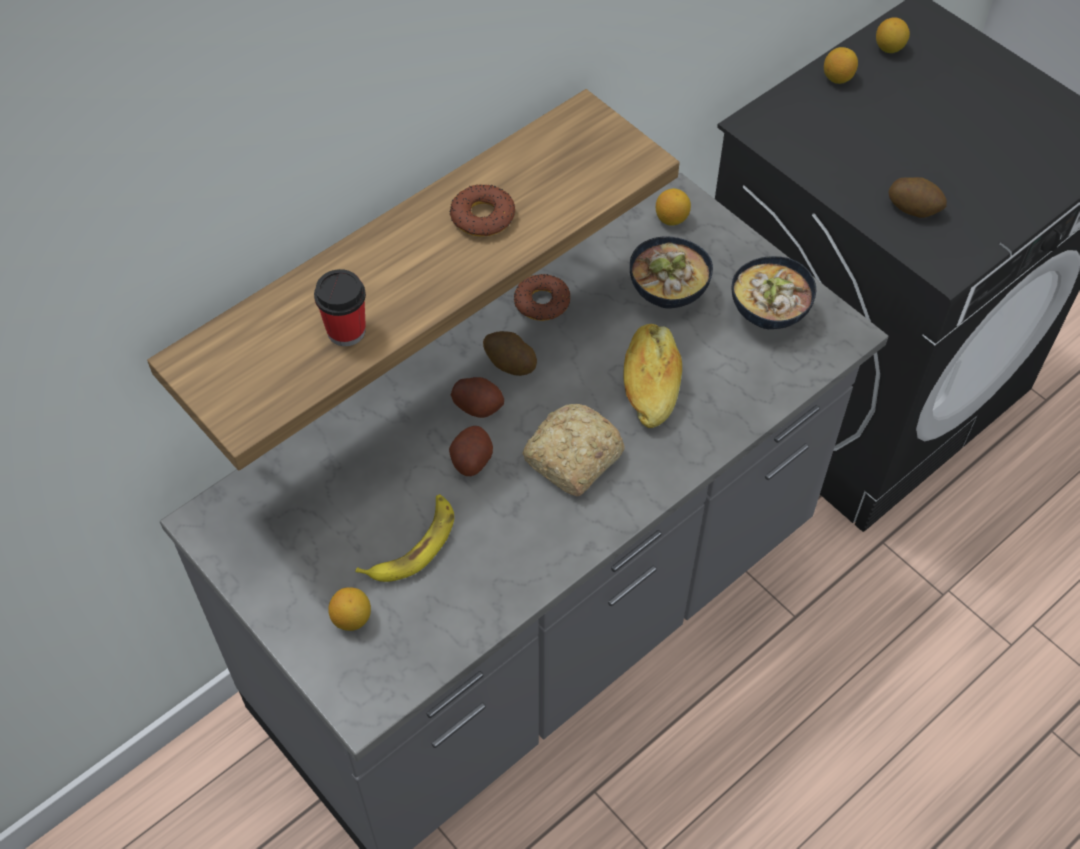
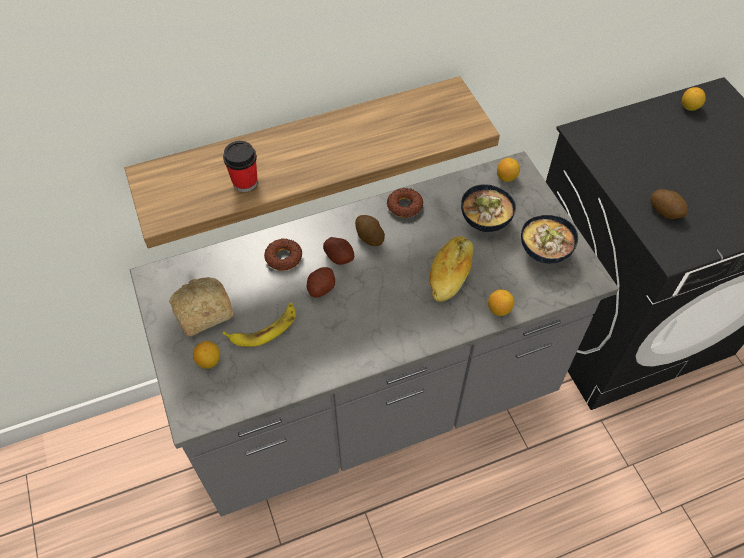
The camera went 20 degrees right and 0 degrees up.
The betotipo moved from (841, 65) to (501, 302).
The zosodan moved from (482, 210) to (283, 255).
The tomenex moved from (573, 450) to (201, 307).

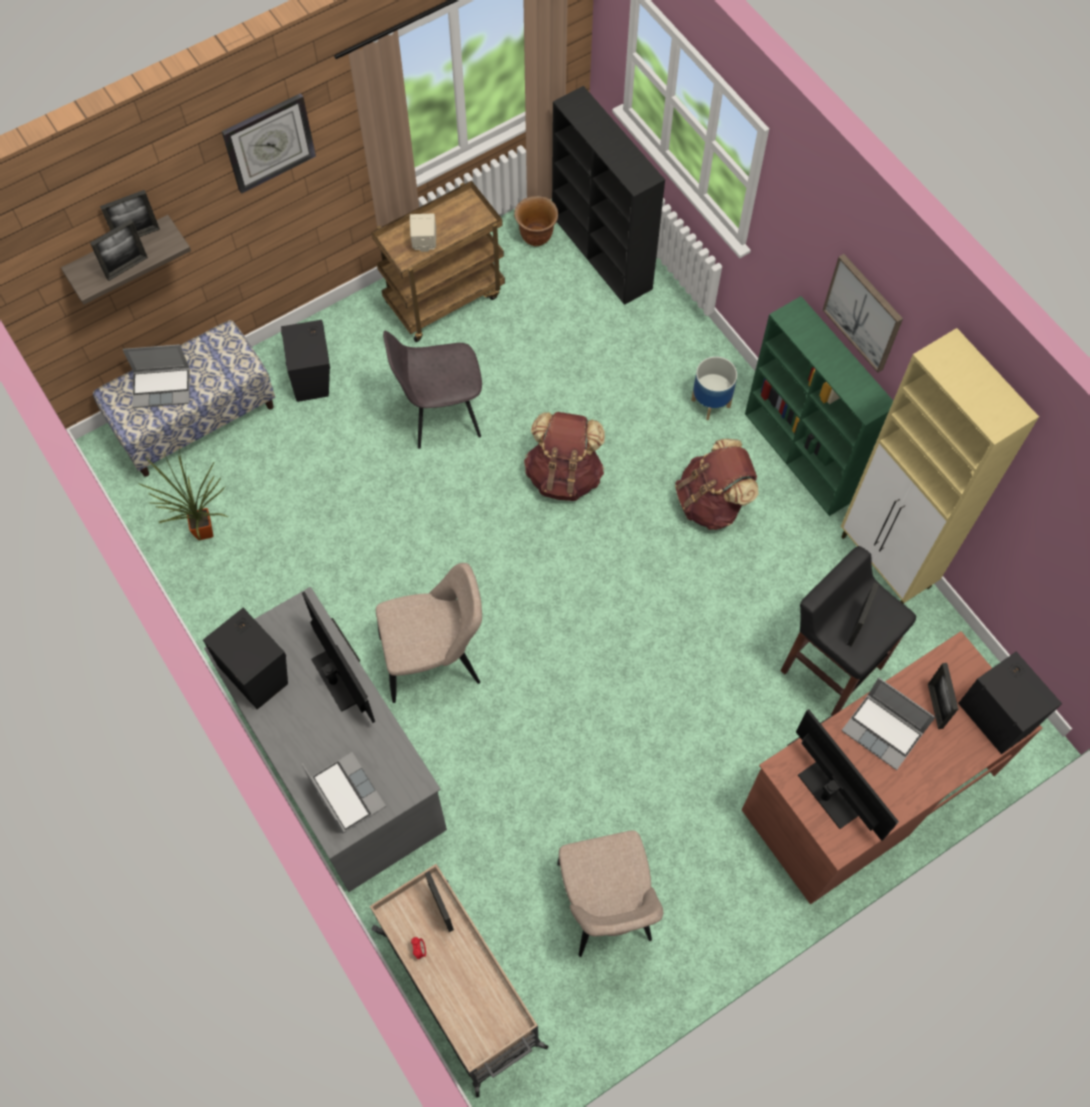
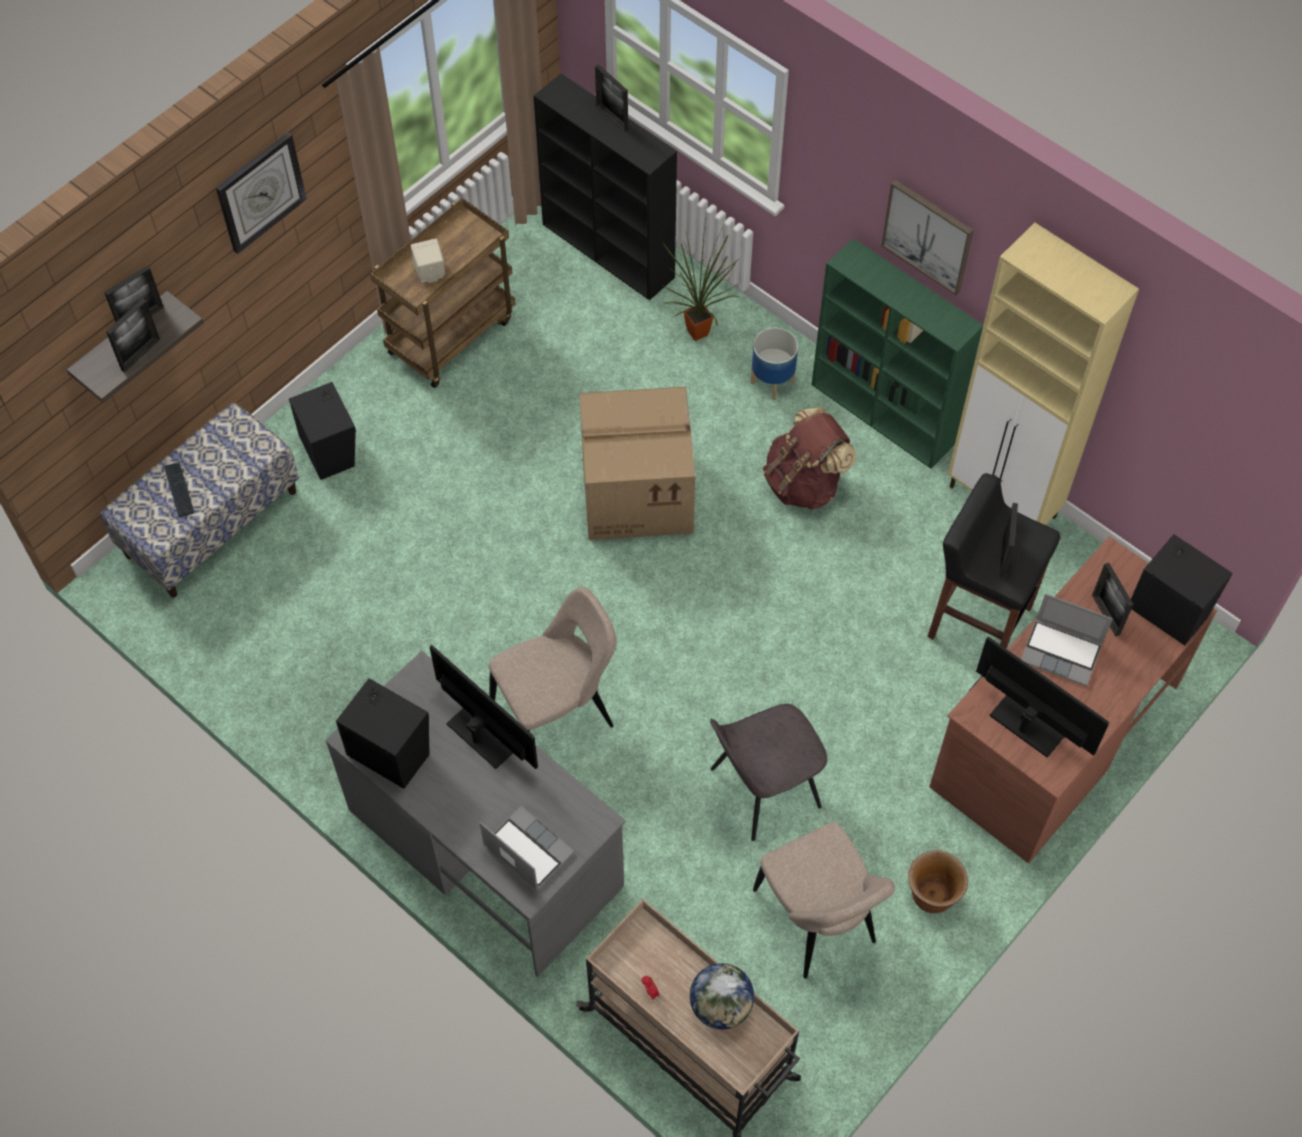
The camera went 15 degrees left and 5 degrees down.
The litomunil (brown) moved from (536, 221) to (938, 881).
The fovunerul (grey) moved from (432, 389) to (768, 772).
The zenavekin at (156, 376) was replaced by the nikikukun at (179, 489).
The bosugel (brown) at (564, 456) was replaced by the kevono at (637, 463).
The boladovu moved from (183, 493) to (701, 278).
The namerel moved from (439, 901) to (611, 98).
The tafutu at (722, 996) appeared.

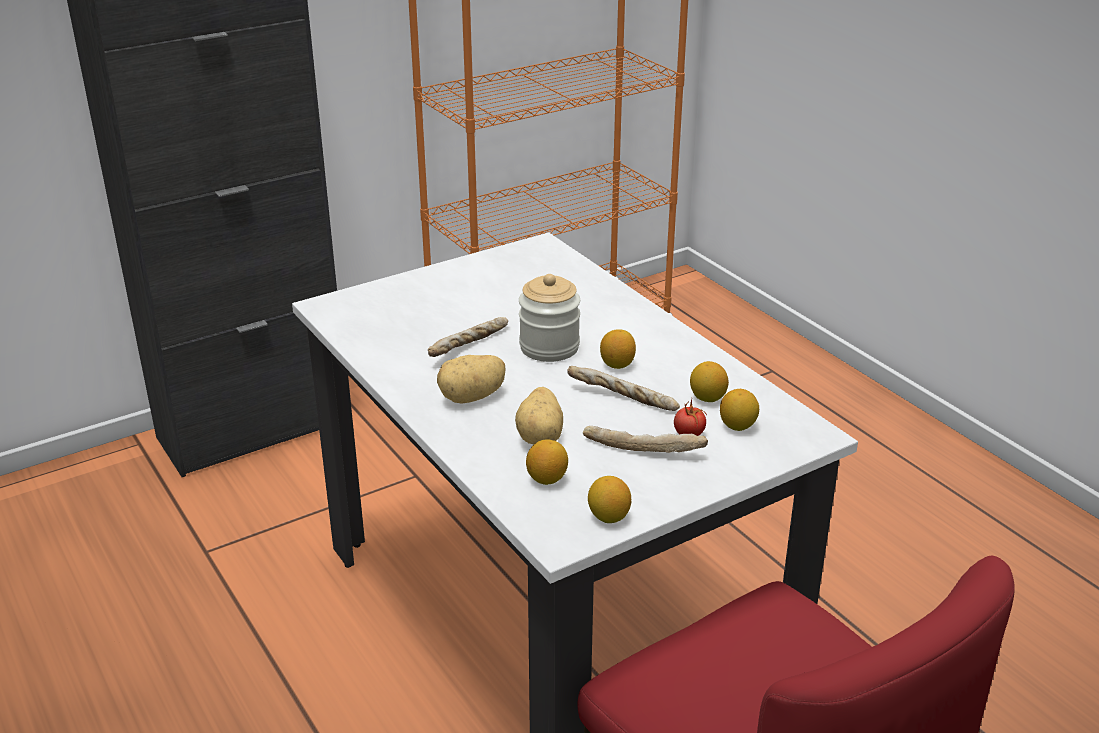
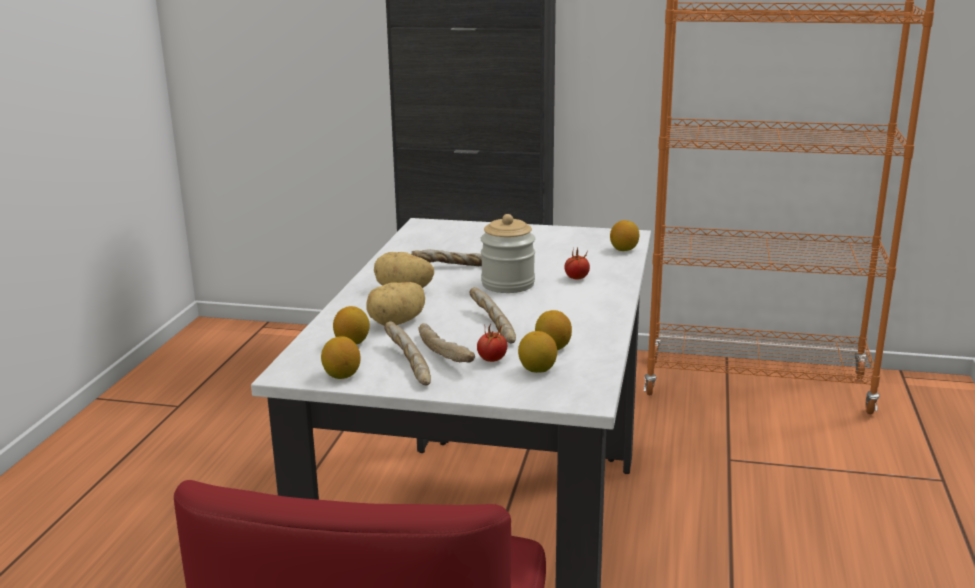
The camera went 45 degrees right and 10 degrees down.
The betotipo moved from (618, 349) to (625, 235).
The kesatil at (577, 263) appeared.
The tomenex at (407, 353) appeared.

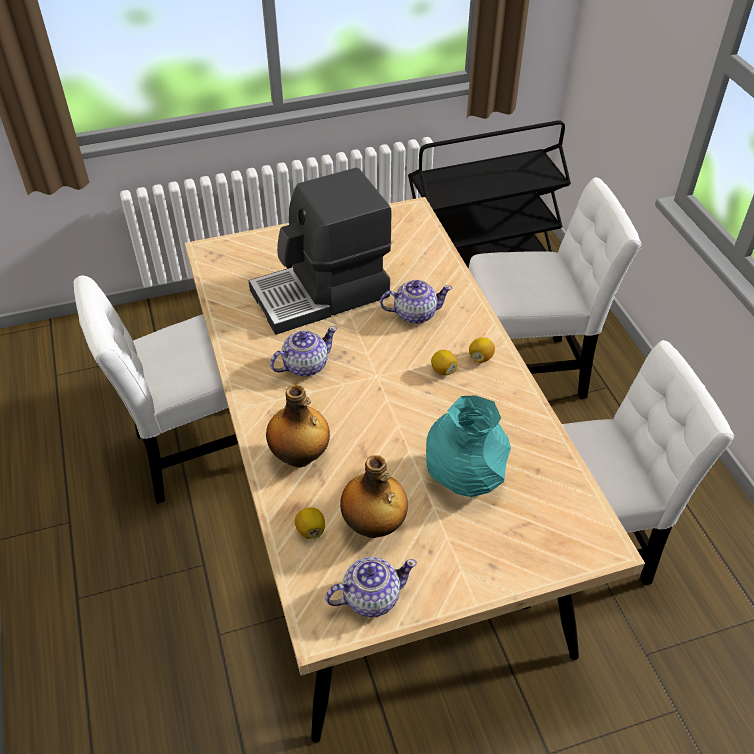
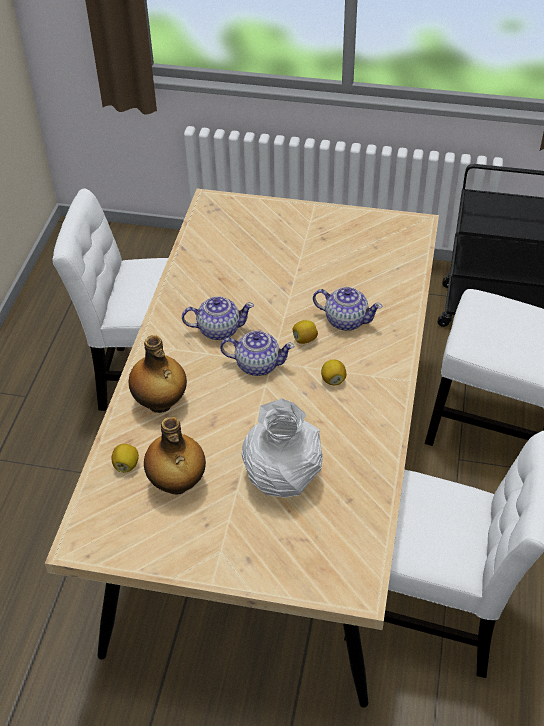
The camera went 30 degrees right and 0 degrees up.
The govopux at (320, 251) disappeared.
The betotipo moved from (482, 350) to (305, 332).
The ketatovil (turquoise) at (468, 446) became the ketatovil (white) at (282, 448).
The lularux moved from (371, 587) to (257, 353).

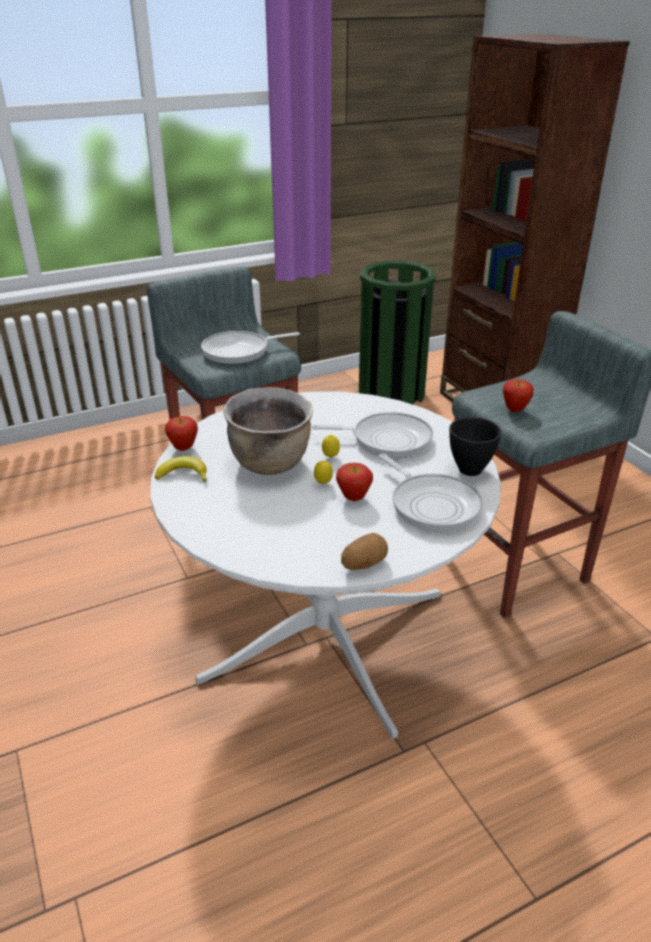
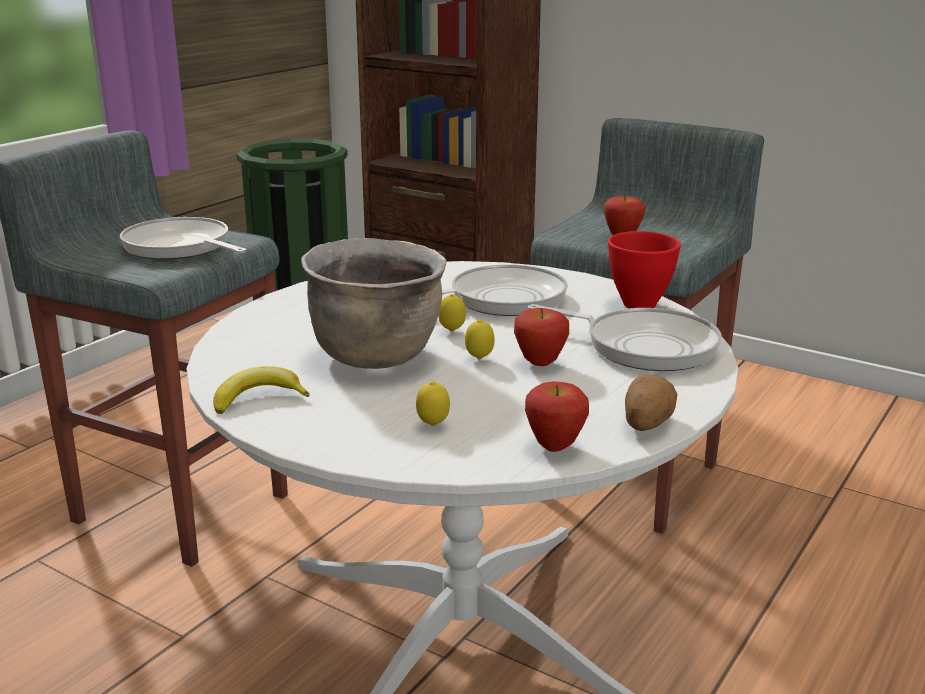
The camera went 30 degrees left and 10 degrees down.
The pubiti at (250, 347) turned 90 degrees clockwise.
The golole moved from (181, 433) to (557, 416).
The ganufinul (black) at (475, 446) became the ganufinul (red) at (644, 269).
The betotipo at (433, 403) appeared.

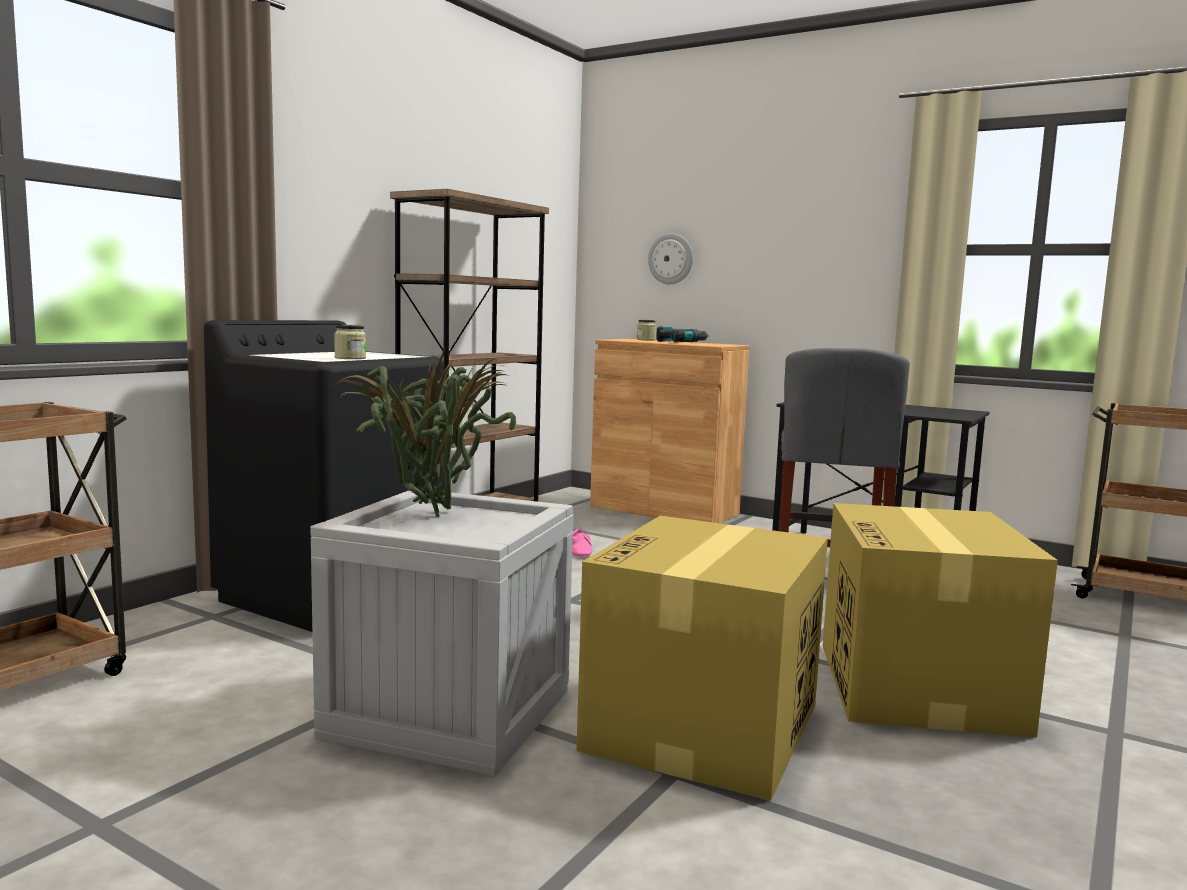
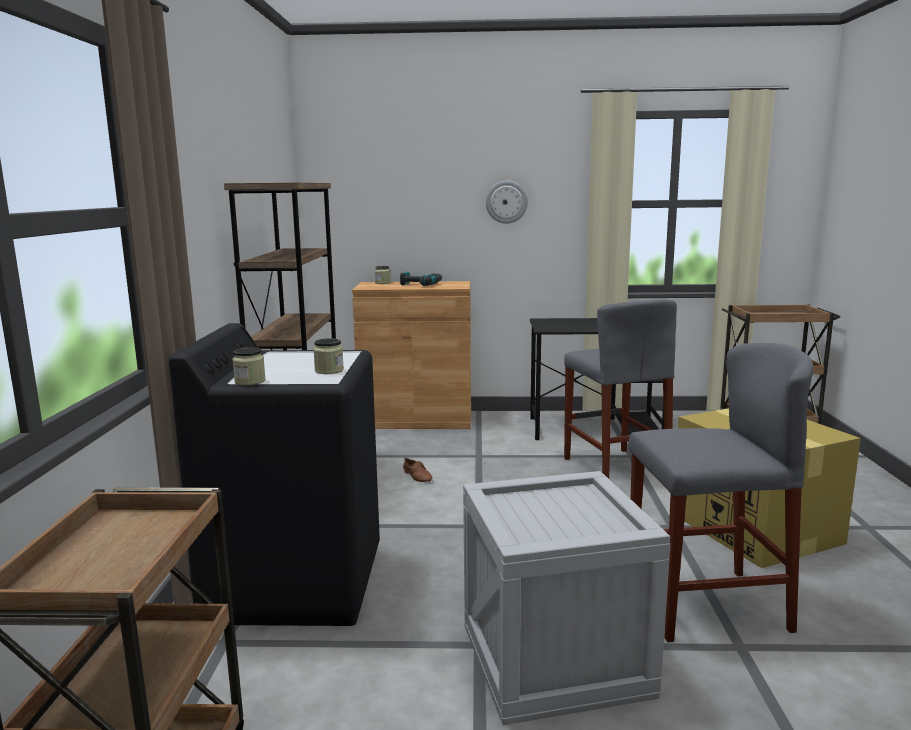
The camera went 30 degrees left and 5 degrees up.
The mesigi moved from (670, 258) to (507, 202).
The boladovu at (424, 434) disappeared.
The kevono at (702, 658) was replaced by the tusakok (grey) at (720, 492).
The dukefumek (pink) at (582, 542) became the dukefumek (brown) at (417, 470).
The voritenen at (249, 366) appeared.

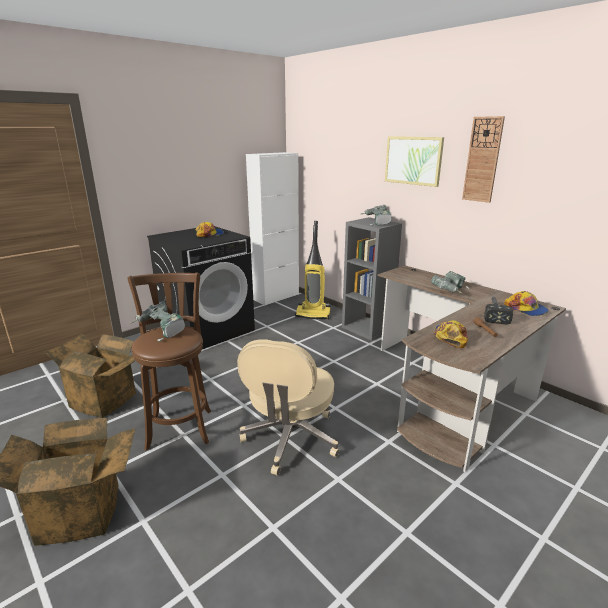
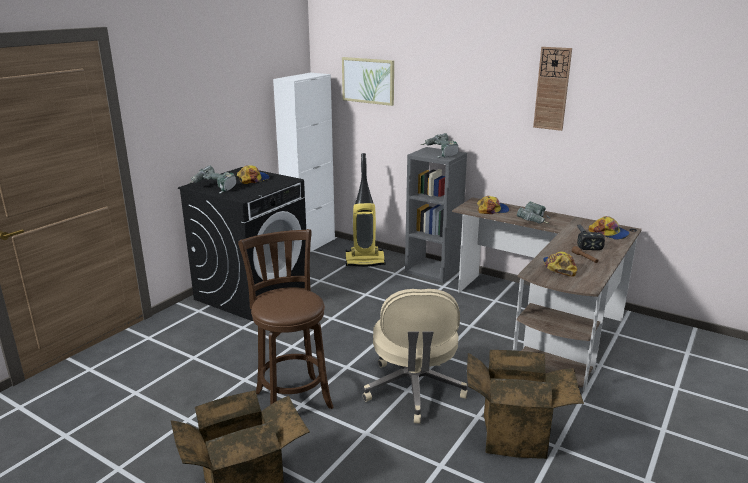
The camera went 15 degrees left and 0 degrees up.
The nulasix moved from (414, 161) to (368, 81).
The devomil moved from (158, 321) to (212, 180).
The kevono moved from (90, 376) to (525, 404).
The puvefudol at (493, 205) appeared.

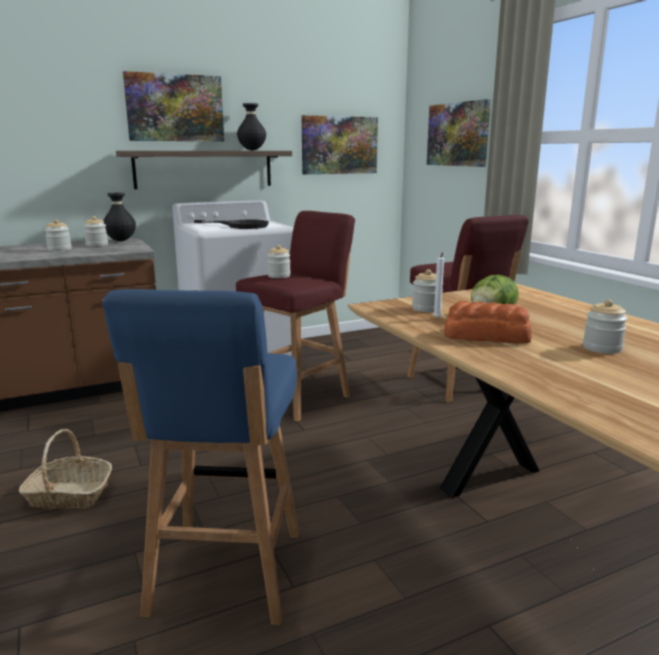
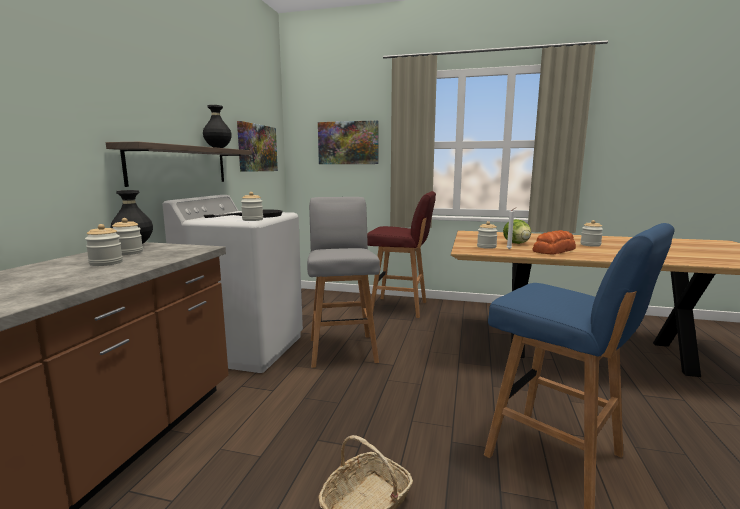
The camera went 50 degrees left and 5 degrees down.
The nulasix at (173, 106) disappeared.
The tusakok (red) at (295, 316) became the tusakok (grey) at (343, 282).
The voritenen moved from (279, 261) to (252, 206).

